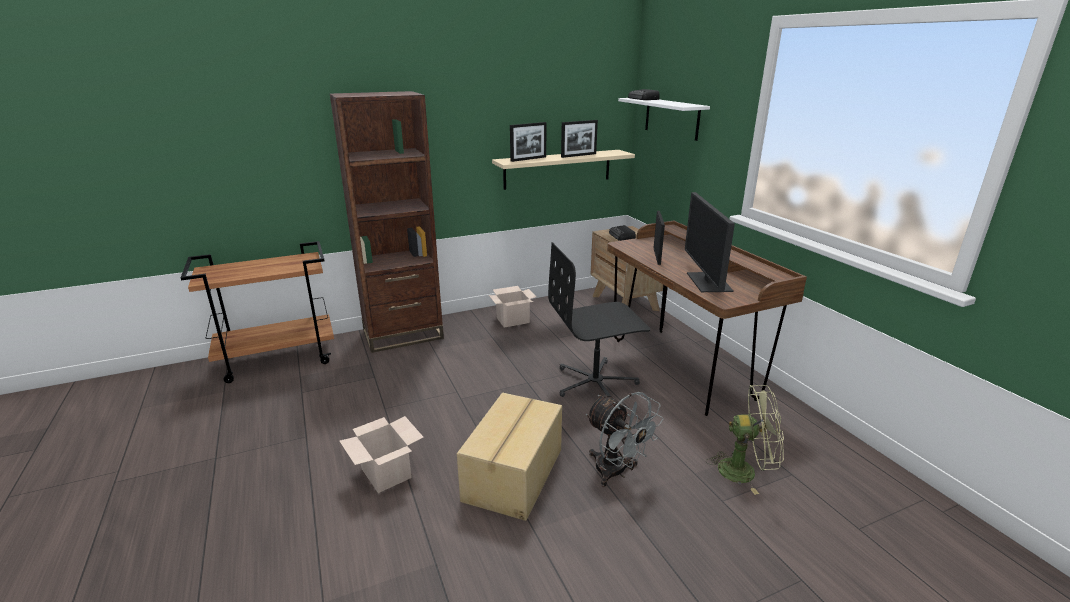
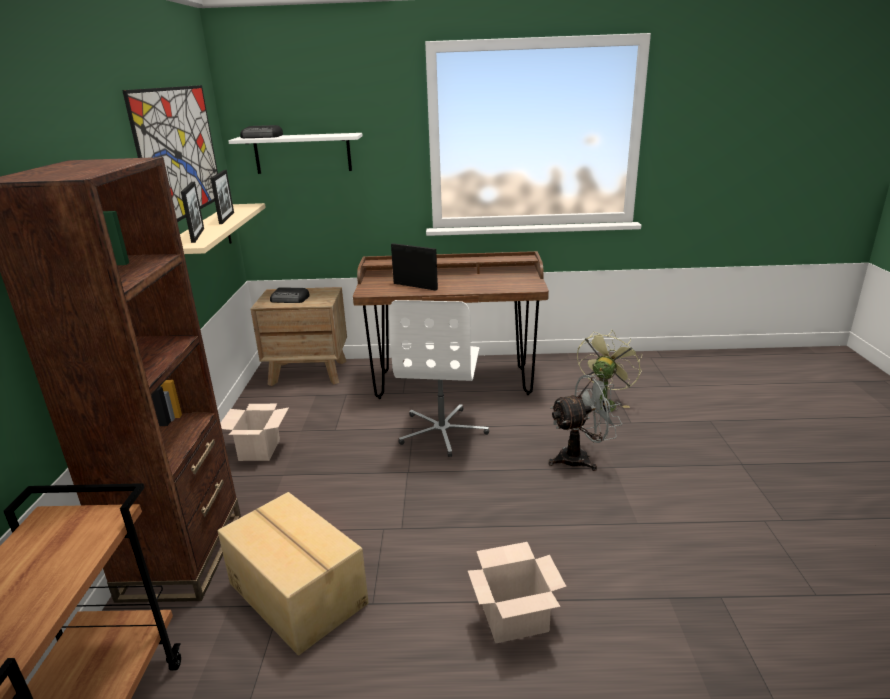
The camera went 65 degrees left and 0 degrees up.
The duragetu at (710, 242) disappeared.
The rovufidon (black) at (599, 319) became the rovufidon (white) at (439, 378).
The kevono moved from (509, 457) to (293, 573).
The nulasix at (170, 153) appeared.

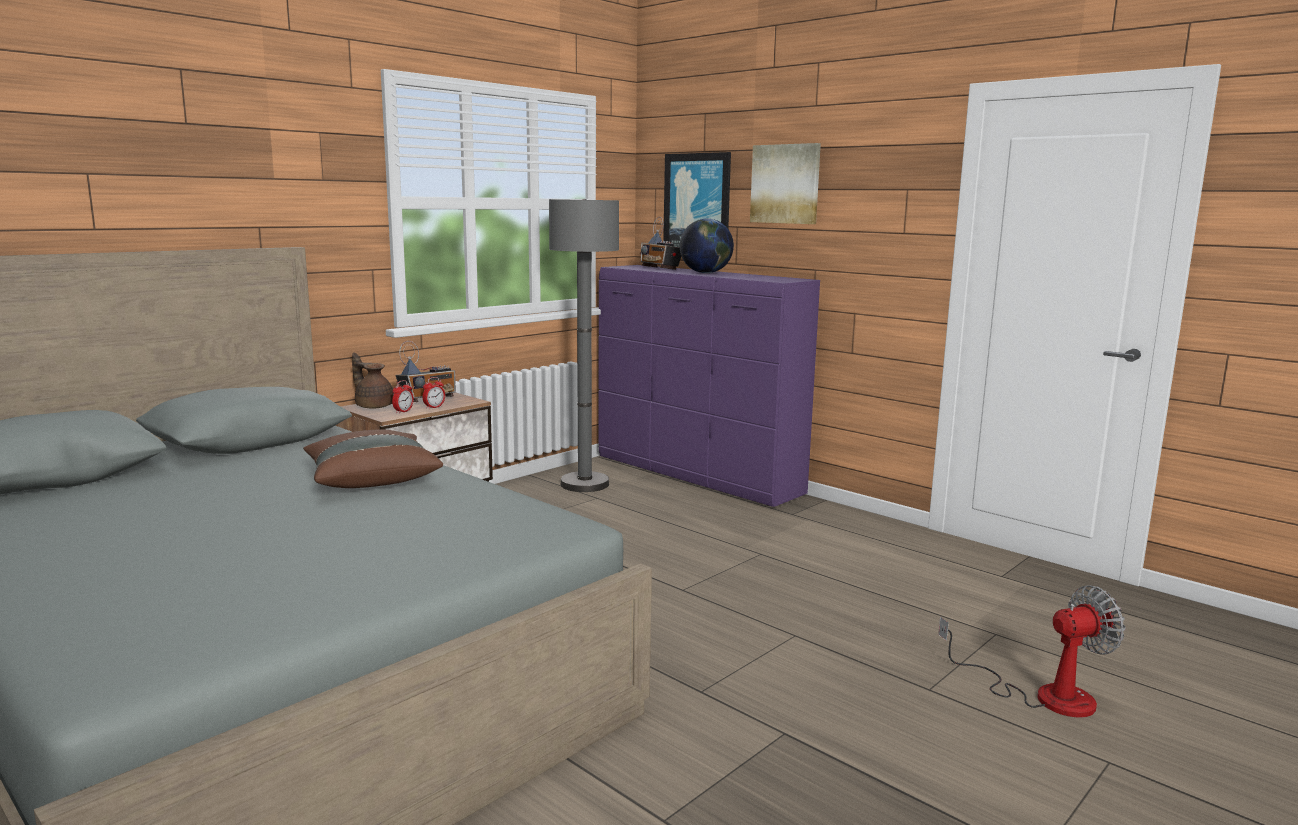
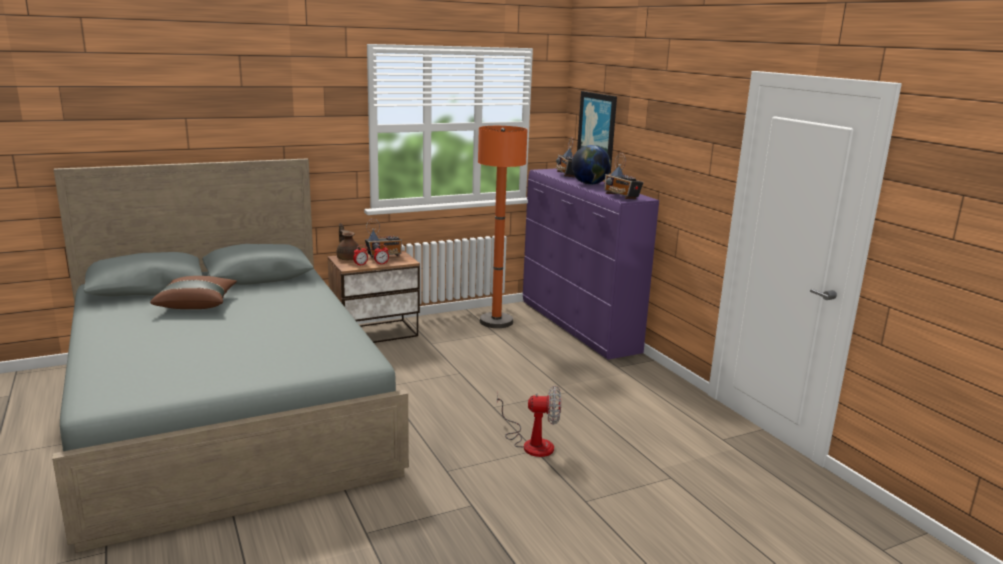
The camera went 20 degrees right and 5 degrees up.
The nulasix at (785, 183) disappeared.
The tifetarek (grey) at (584, 345) became the tifetarek (orange) at (503, 227).
The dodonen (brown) moved from (373, 458) to (193, 292).
The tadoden moved from (1032, 651) to (529, 421).
The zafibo at (624, 176) appeared.

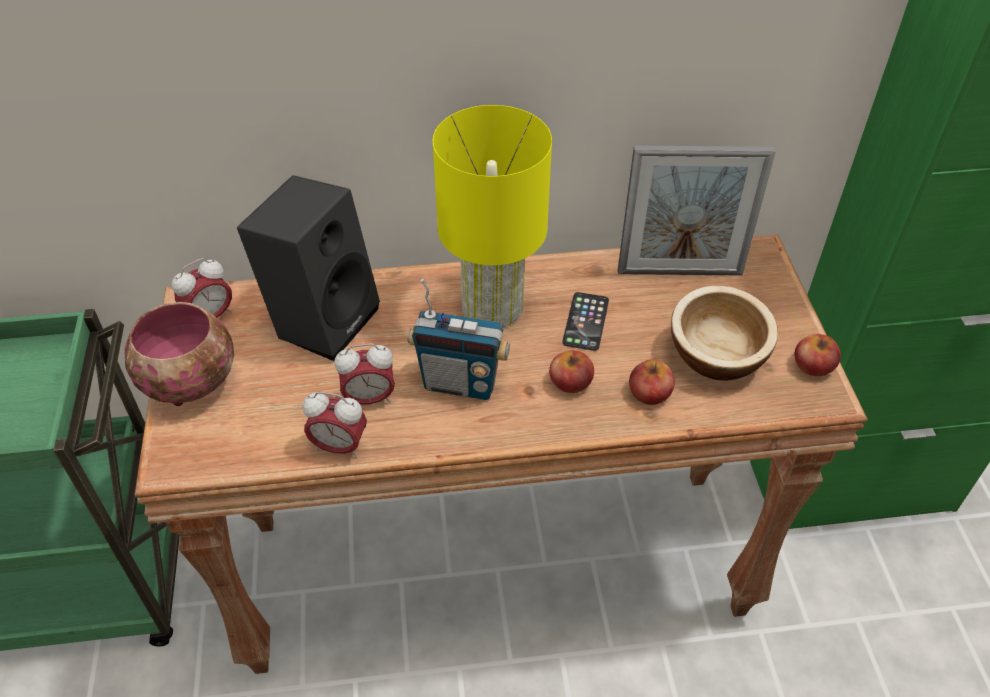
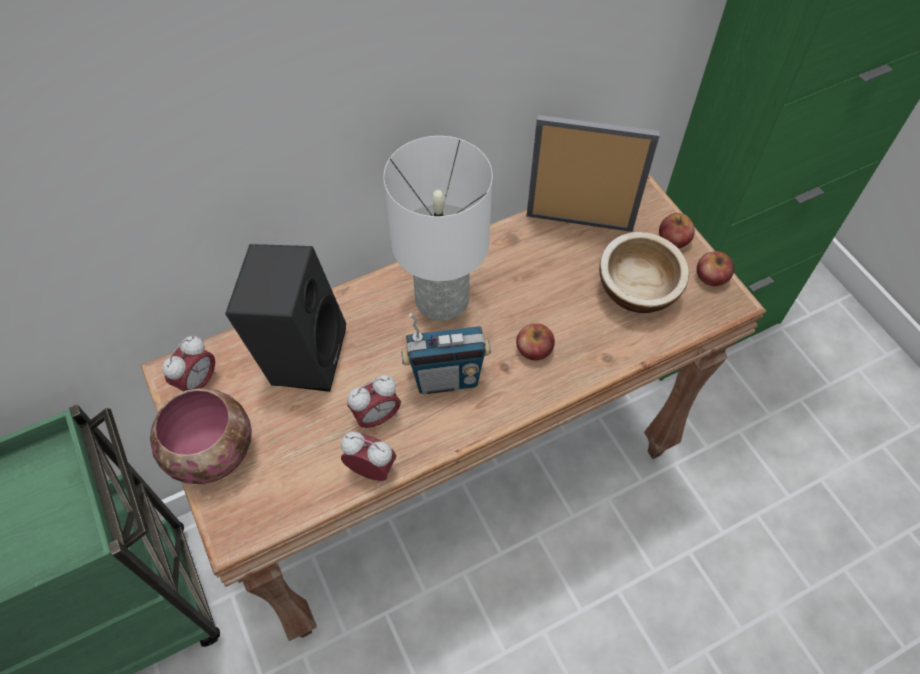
The camera went 20 degrees left and 10 degrees up.
The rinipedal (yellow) at (492, 216) became the rinipedal (white) at (438, 228).
The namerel at (697, 211) turned 150 degrees counterclockwise.
The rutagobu at (585, 321) disappeared.
The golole moved from (652, 382) to (677, 230).
The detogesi at (334, 425) turned 150 degrees counterclockwise.

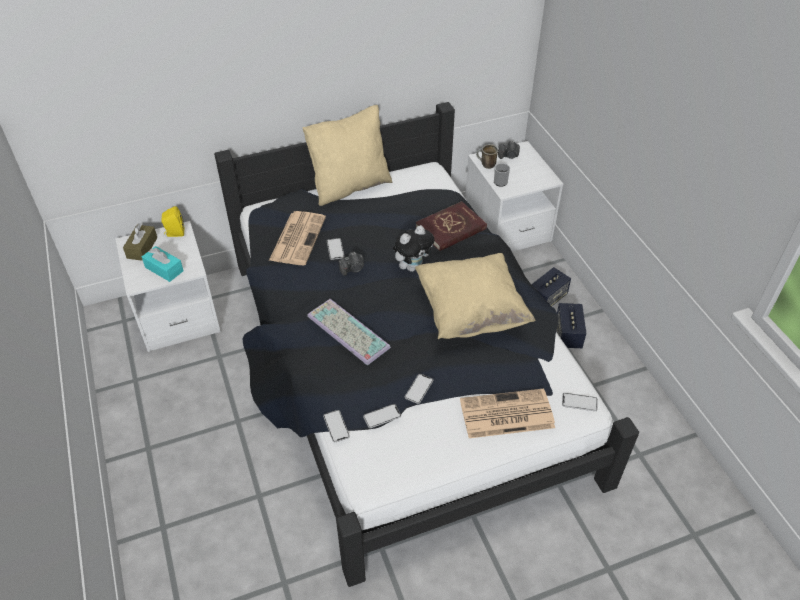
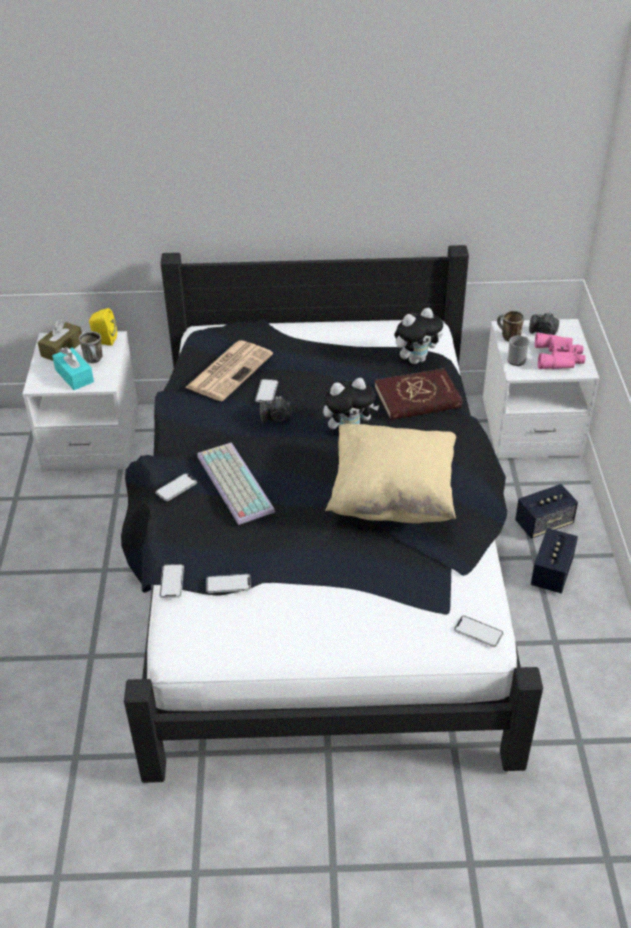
The camera went 20 degrees right and 5 degrees down.
The dodonen (beige) at (347, 155) disappeared.
The rutagobu moved from (419, 389) to (176, 487).
The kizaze at (507, 413) disappeared.
The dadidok at (418, 336) appeared.
The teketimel at (91, 347) appeared.
The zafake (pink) at (560, 351) appeared.

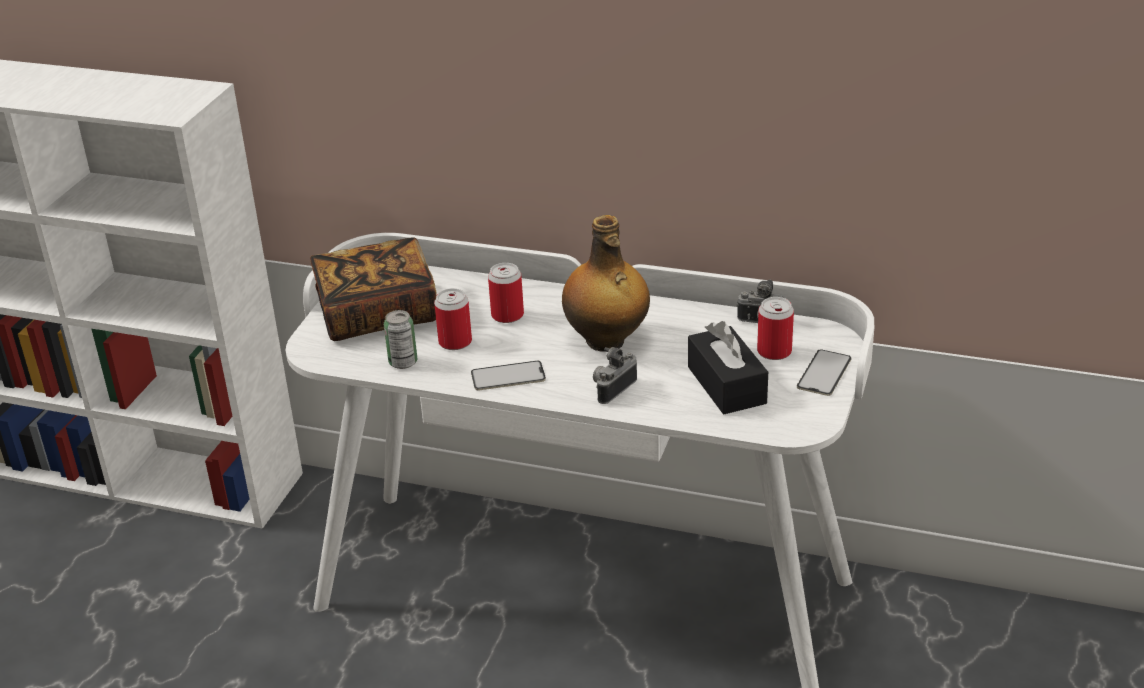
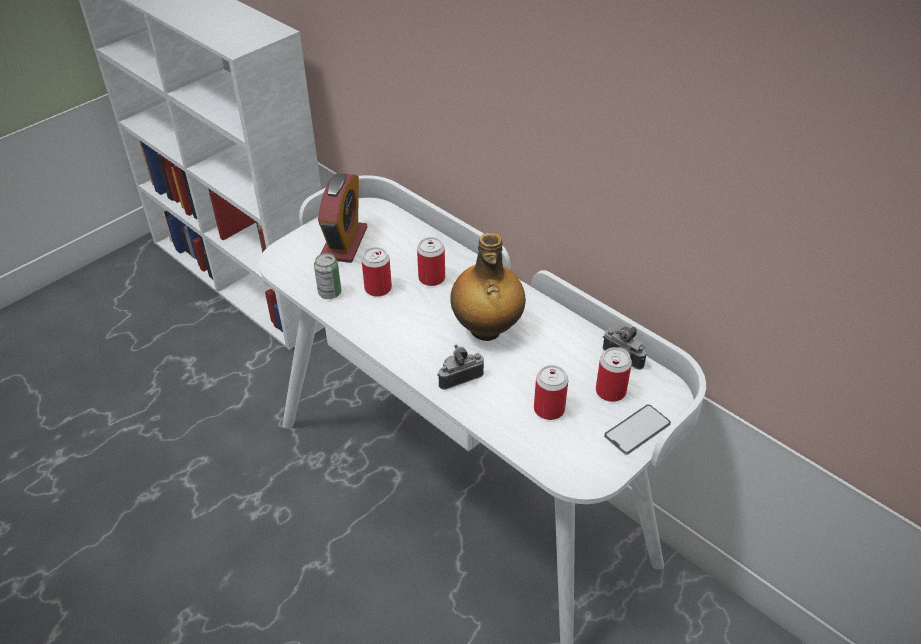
The camera went 25 degrees right and 10 degrees up.
The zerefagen at (373, 289) was replaced by the detogesi at (342, 218).
The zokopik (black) at (728, 367) was replaced by the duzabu at (551, 392).
The rutagobu at (508, 376) disappeared.

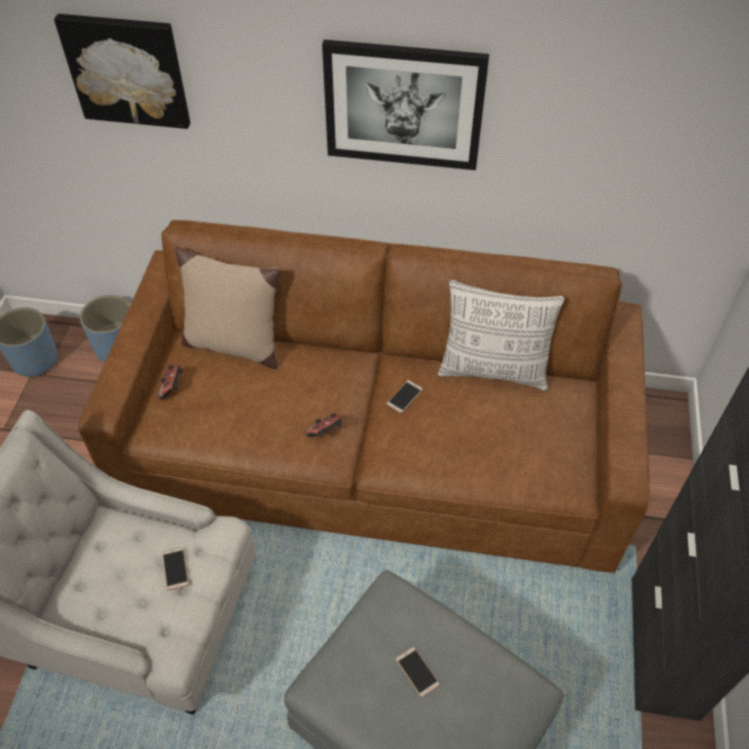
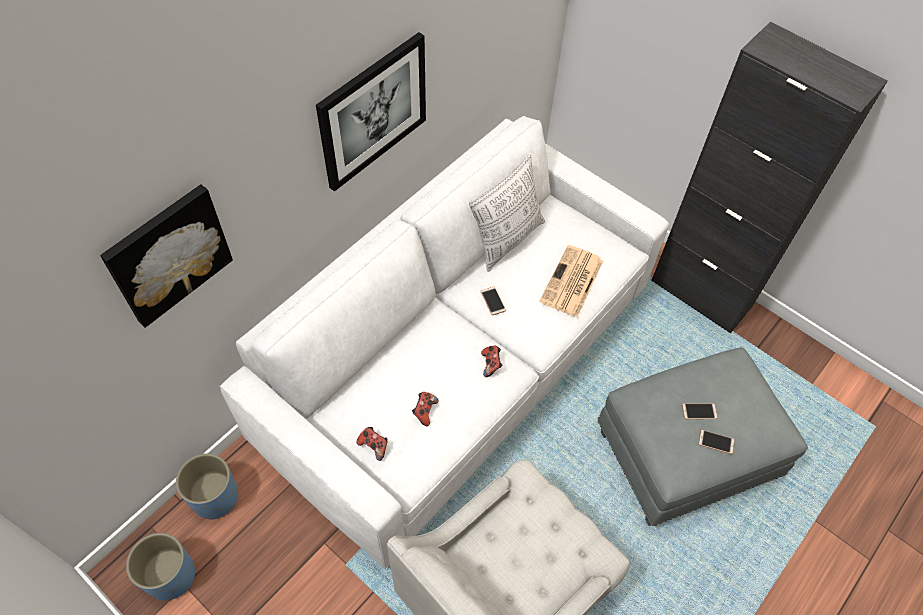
The camera went 60 degrees left and 5 degrees up.
The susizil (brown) at (364, 396) became the susizil (white) at (444, 342).
The dodonen (beige) at (227, 307) disappeared.
The rutagobu moved from (175, 569) to (716, 442).
The kizaze at (571, 281) appeared.
The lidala at (425, 409) appeared.

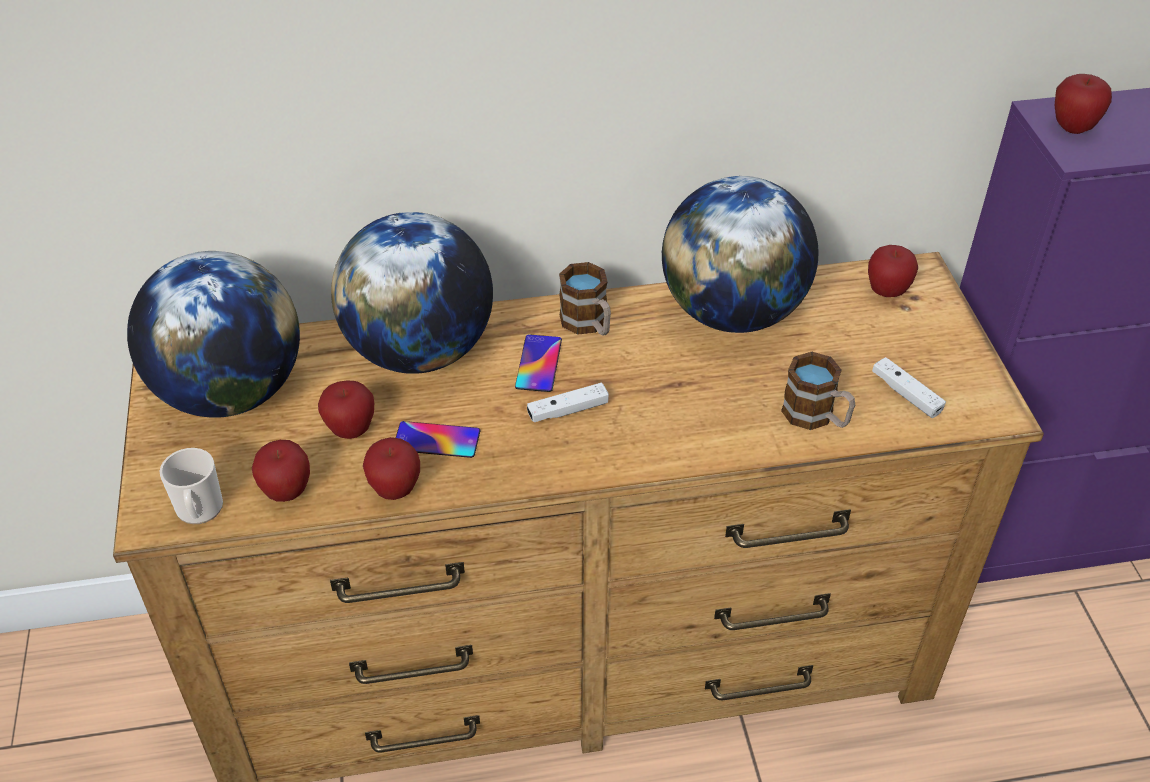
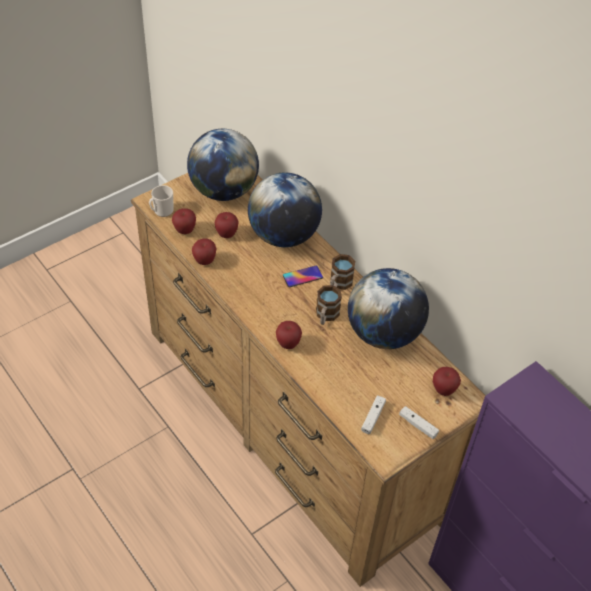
The camera went 60 degrees right and 5 degrees up.
The golole moved from (1083, 104) to (289, 335).
The teketimel moved from (818, 391) to (329, 305).
The lidala (white) moved from (568, 402) to (419, 422).
The rutagobu at (438, 439) disappeared.

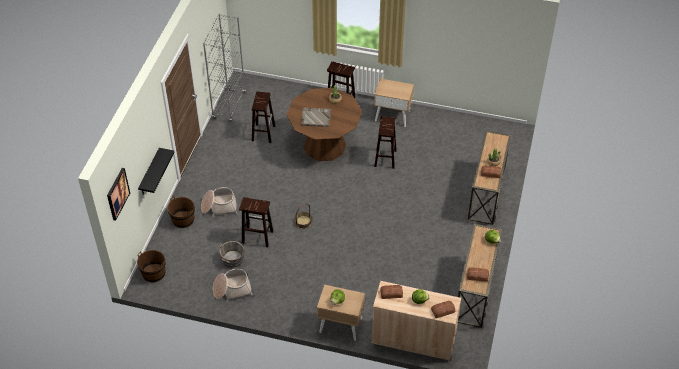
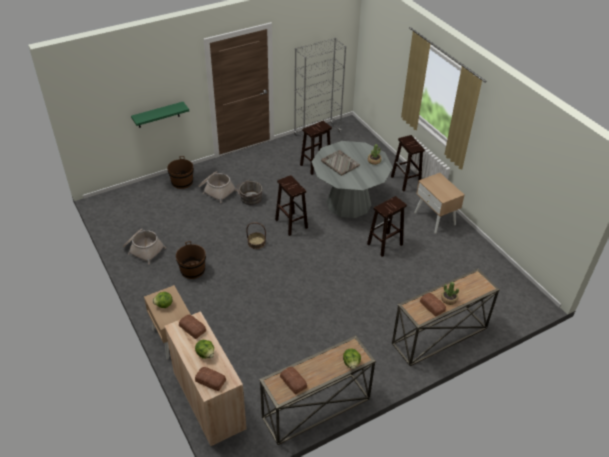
The camera went 45 degrees right and 5 degrees down.
The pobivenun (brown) at (324, 124) became the pobivenun (grey) at (352, 179).
The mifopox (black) at (156, 171) became the mifopox (green) at (160, 115).
The nulasix at (118, 194) disappeared.
The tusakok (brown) moved from (256, 222) to (291, 205).
The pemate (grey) moved from (231, 254) to (249, 192).
The pemate (brown) moved from (151, 266) to (191, 260).

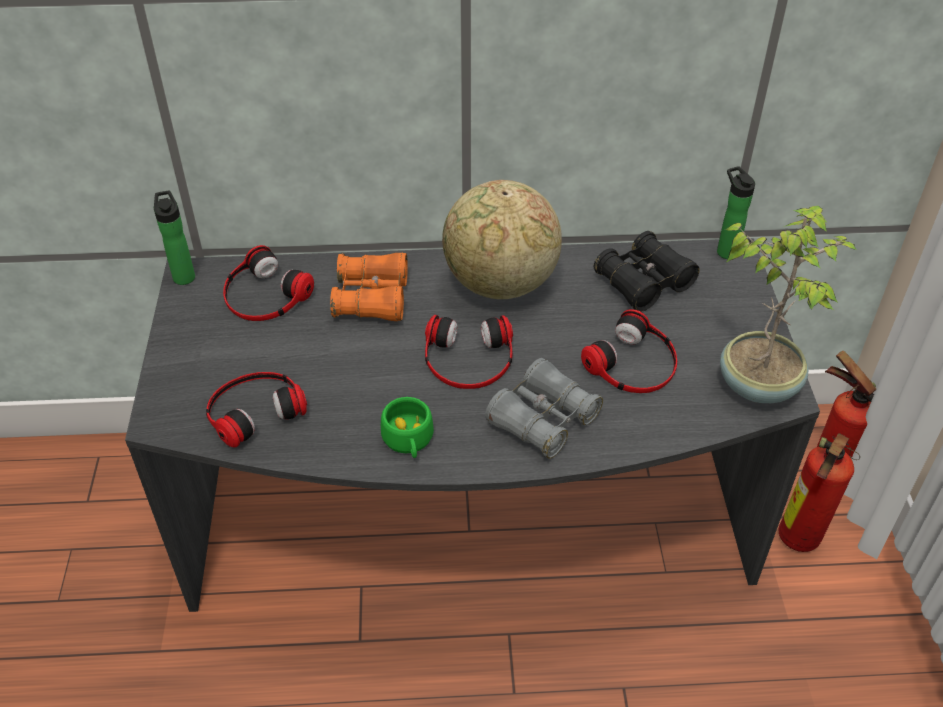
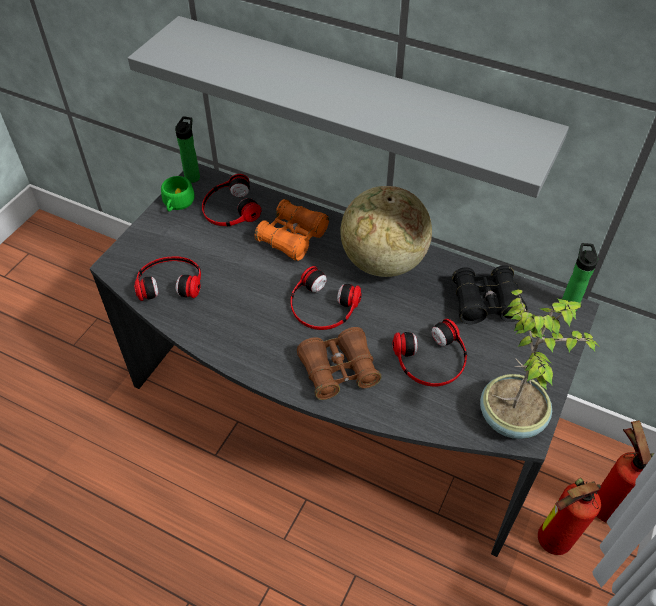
The camera went 30 degrees right and 5 degrees up.
The zafake (grey) at (544, 408) became the zafake (brown) at (339, 363).
The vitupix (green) moved from (407, 427) to (178, 194).
The mifopox (grey) at (348, 107) appeared.

